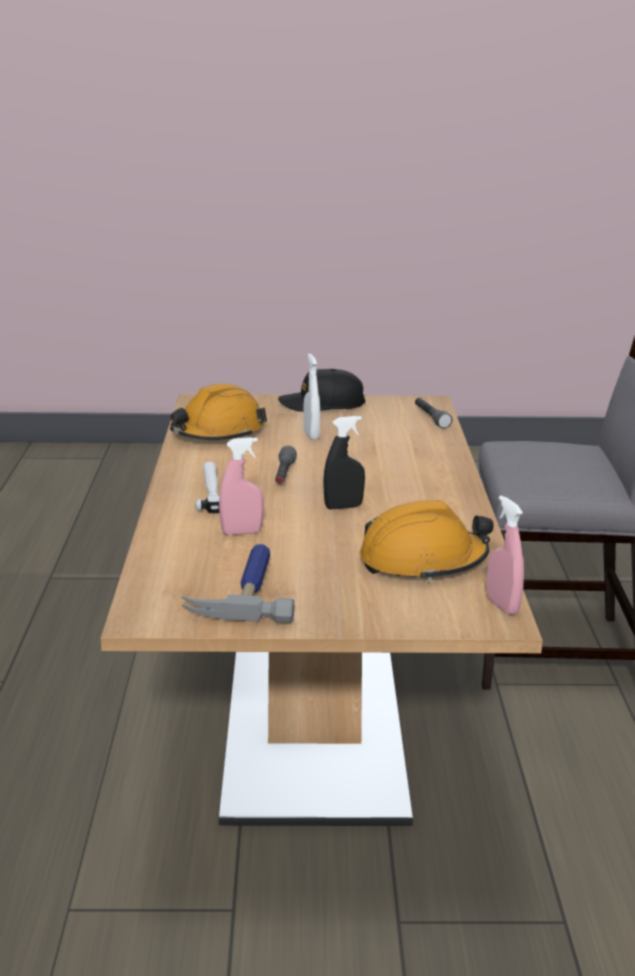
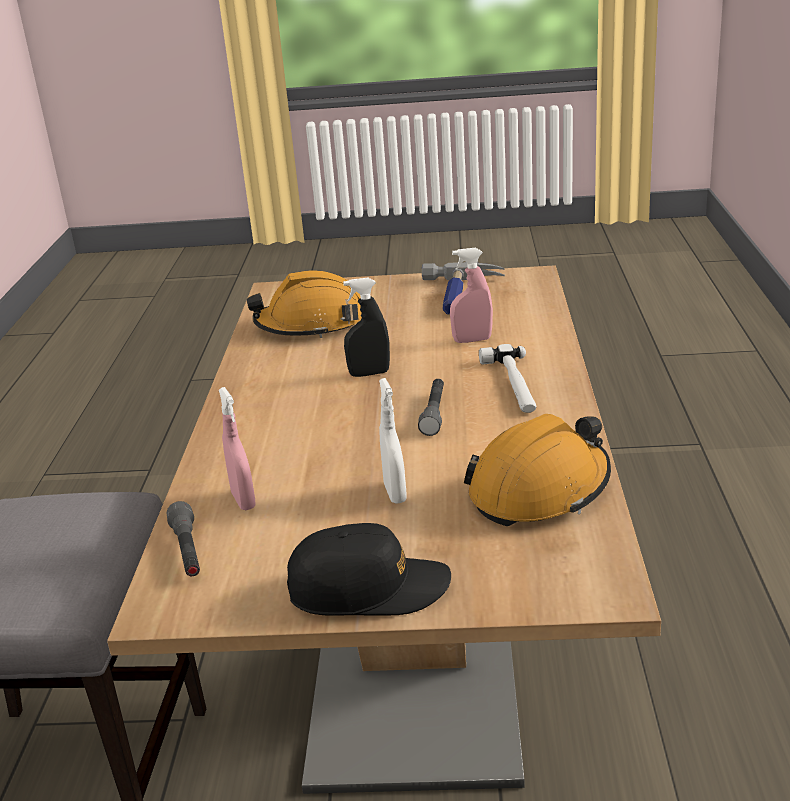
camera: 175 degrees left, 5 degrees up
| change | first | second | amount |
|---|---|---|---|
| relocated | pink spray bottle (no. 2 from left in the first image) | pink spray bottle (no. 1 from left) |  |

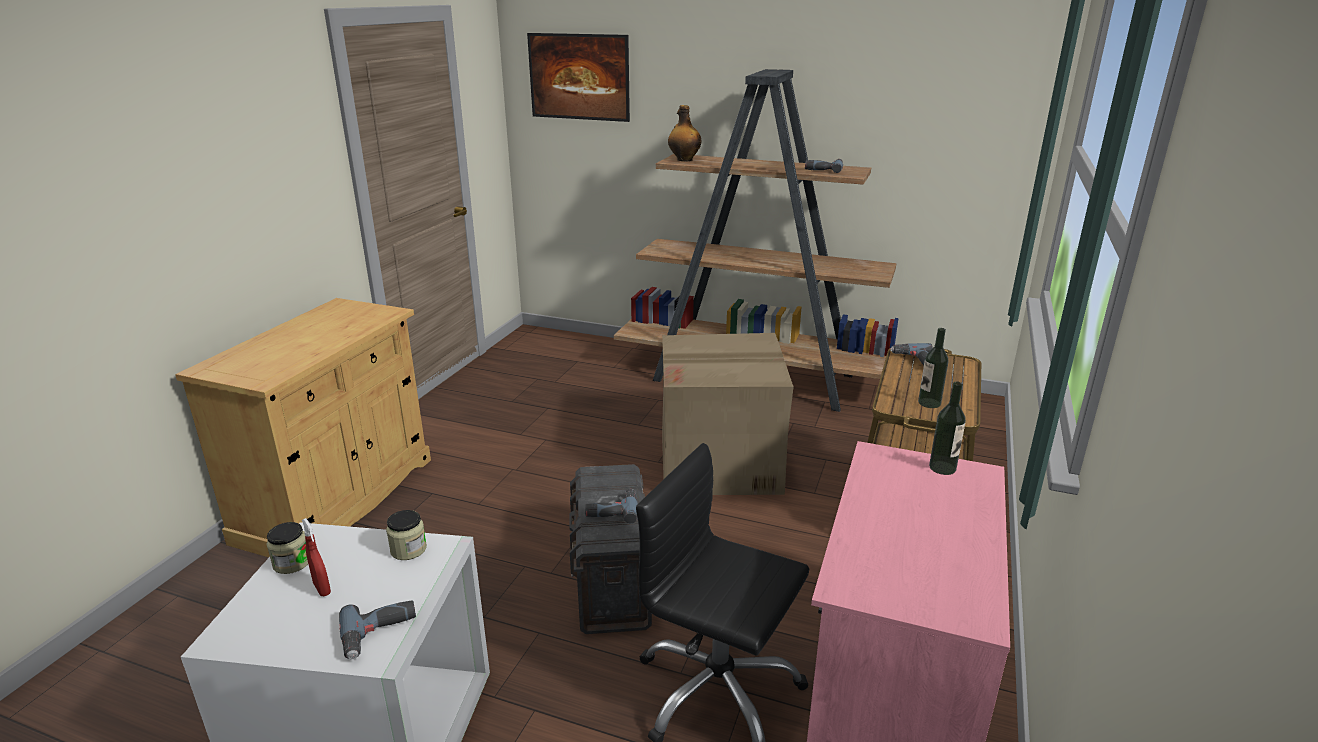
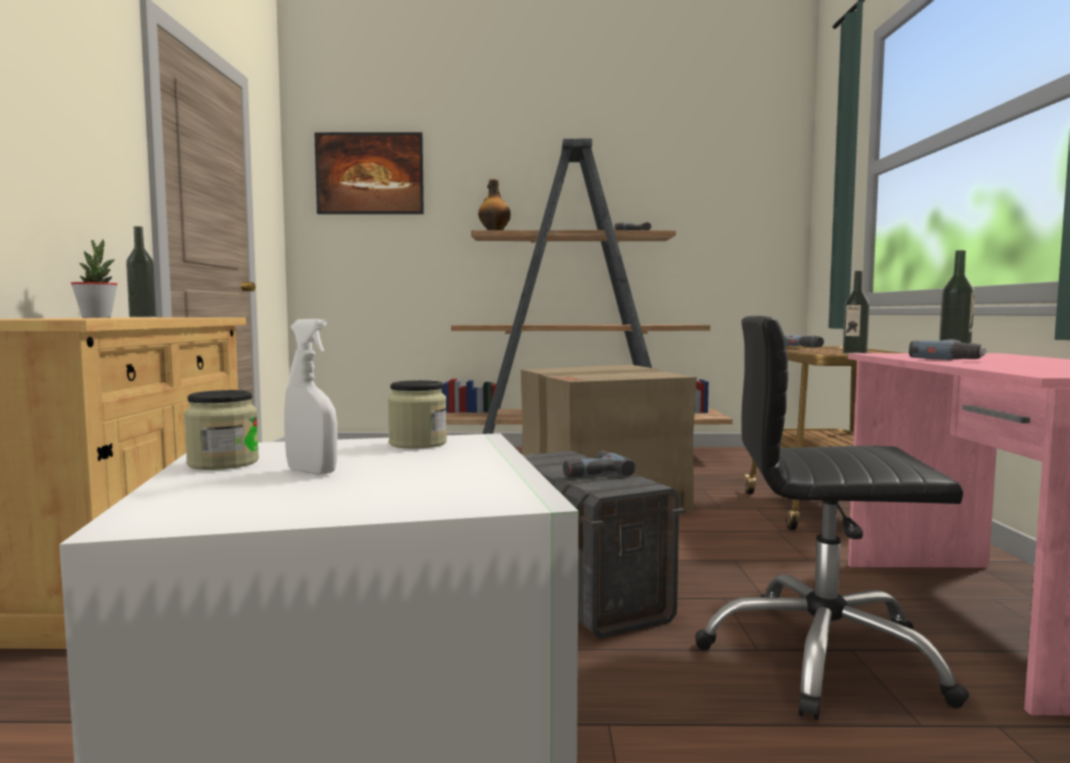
camera: 20 degrees left, 20 degrees down
| change | first | second | amount |
|---|---|---|---|
| colour | red spray bottle | whitish spray bottle |  |
| relocated | drill (no. 1 from left in the first image) | drill (no. 4 from left) |  |
| appeared |  | houseplant |  |
| appeared |  | beverage bottle (no. 1 from left) |  |

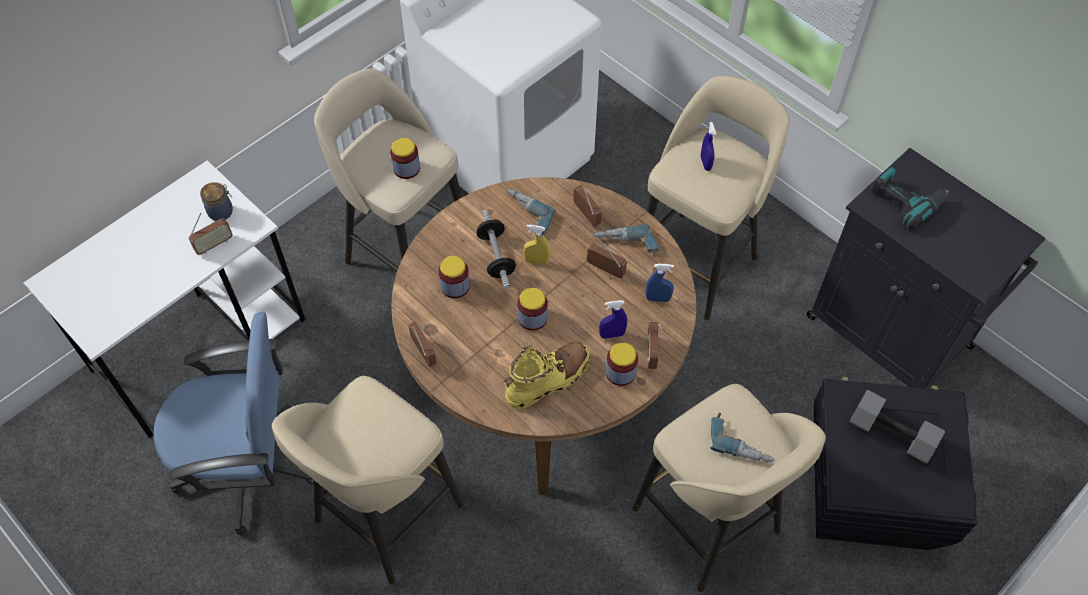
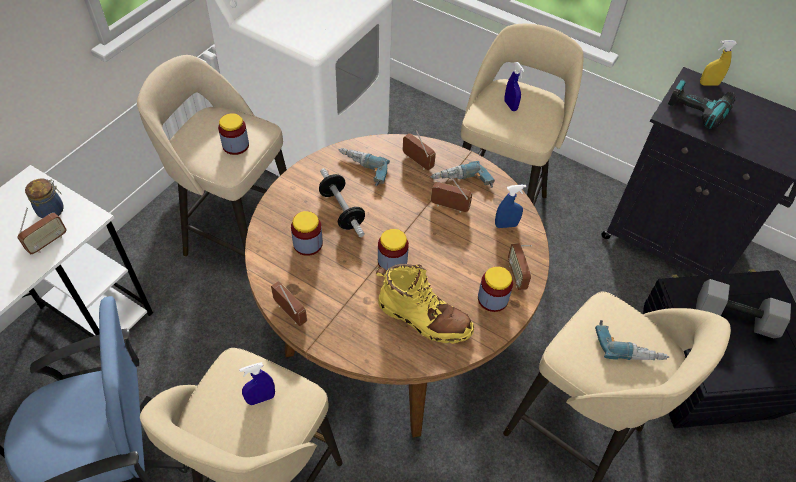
camera: 15 degrees left, 5 degrees down
| change | first | second | amount |
|---|---|---|---|
| spun | yellow tall boot |  | 75 degrees clockwise |
| relocated | yellow spray bottle |  |  |
| relocated | blue-coloured spray bottle (no. 1 from left) |  |  |

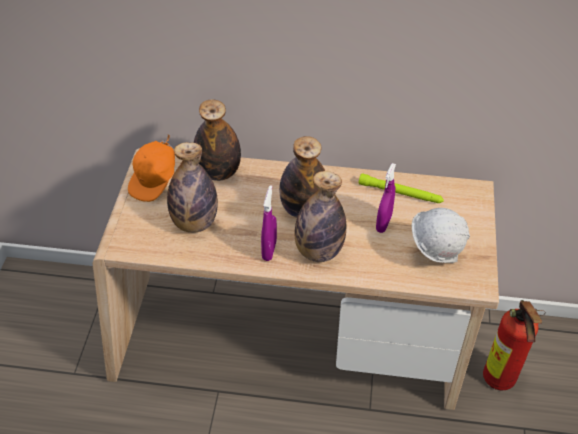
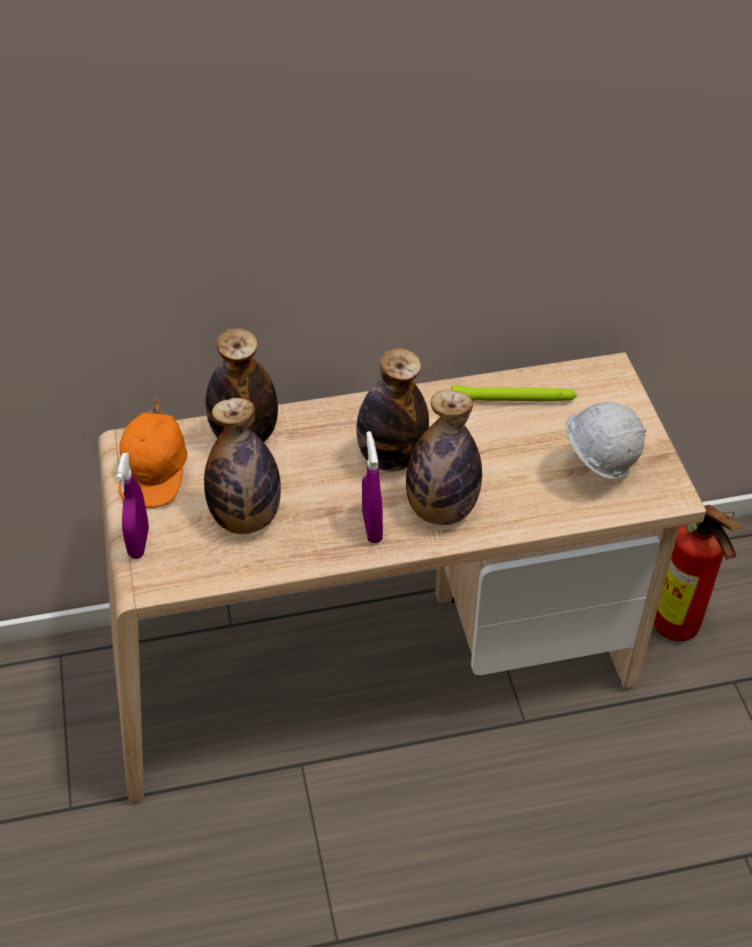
camera: 20 degrees left, 0 degrees up
| change | first | second | amount |
|---|---|---|---|
| relocated | purplish spray bottle (no. 2 from left in the first image) | purplish spray bottle (no. 1 from left) |  |

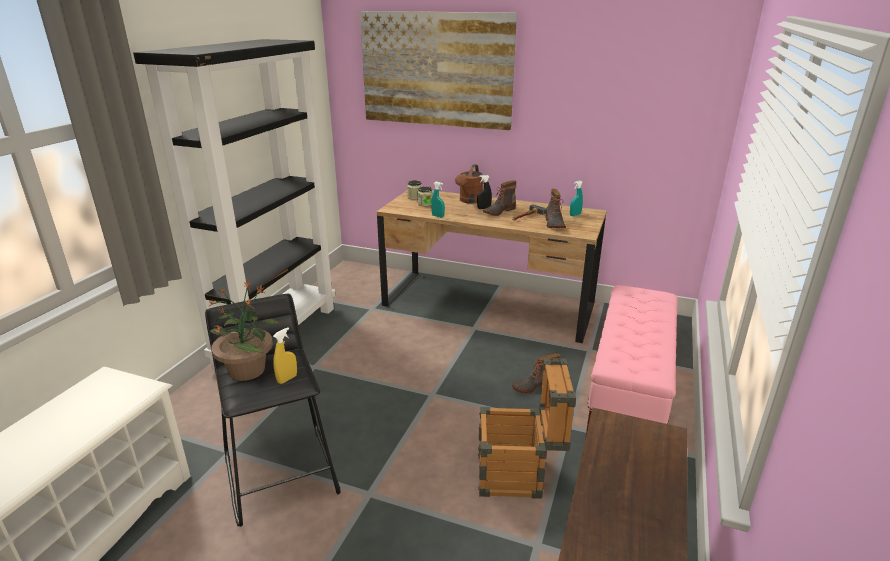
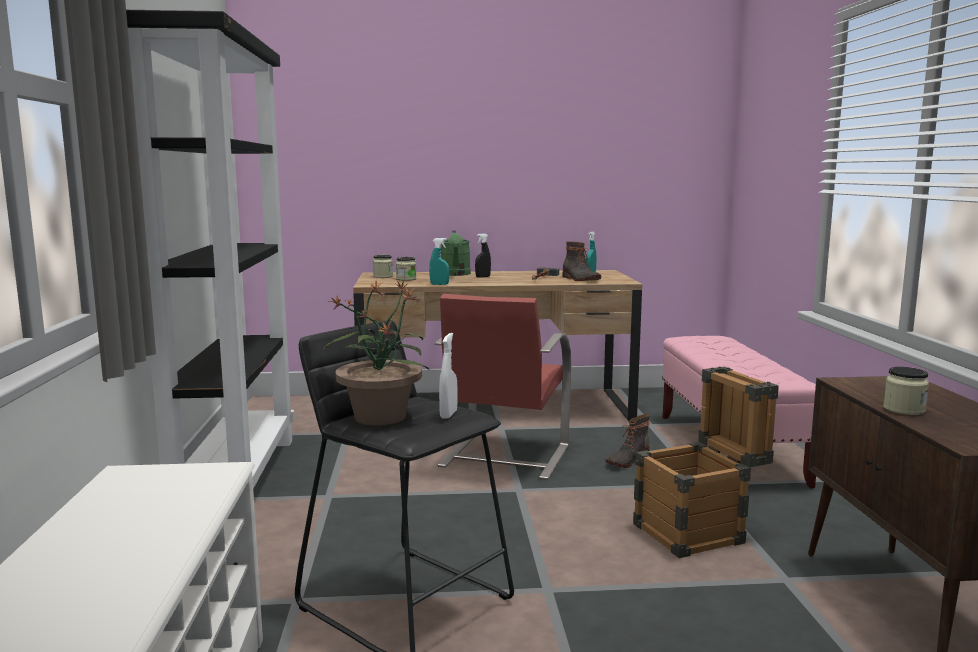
camera: 25 degrees left, 15 degrees down
| change | first | second | amount |
|---|---|---|---|
| colour | yellow spray bottle | whitish spray bottle |  |
| missing | picture |  |  |
| colour | brown-coloured watering can | green watering can |  |
| missing | tall boot (no. 1 from left) |  |  |
| appeared |  | red upright chair |  |
| appeared |  | jar (no. 3 from left) |  |

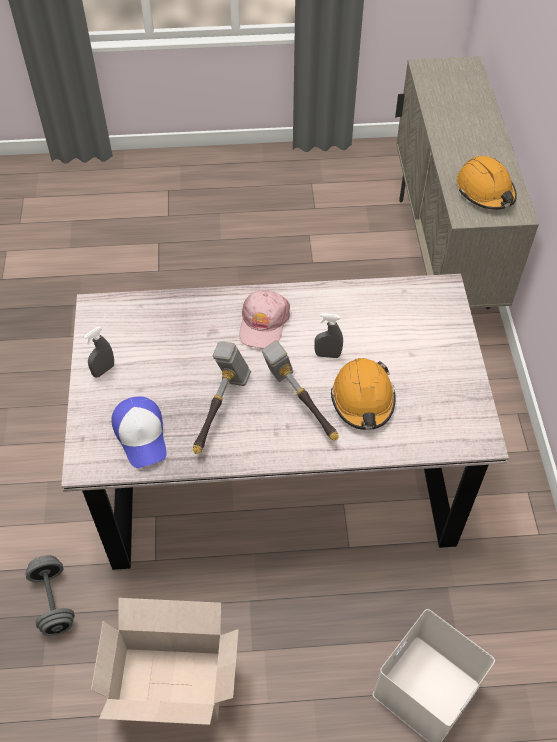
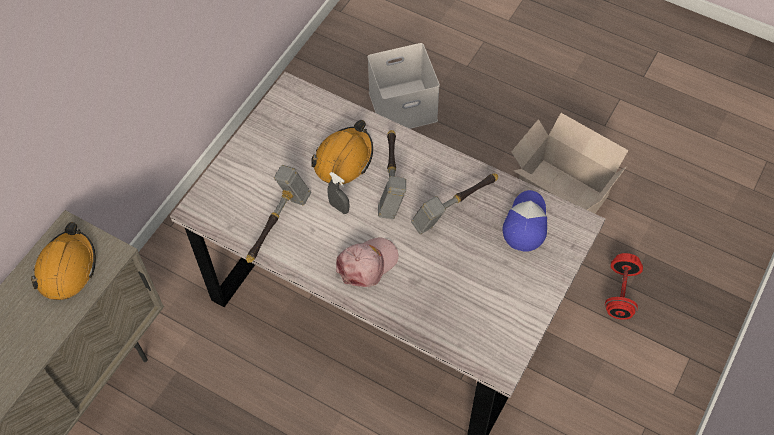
camera: 145 degrees left, 5 degrees up
| change | first | second | amount |
|---|---|---|---|
| colour | grey free weight | red free weight |  |
| missing | grey spray bottle (no. 1 from left) |  |  |
| appeared |  | hammer (no. 1 from left) |  |

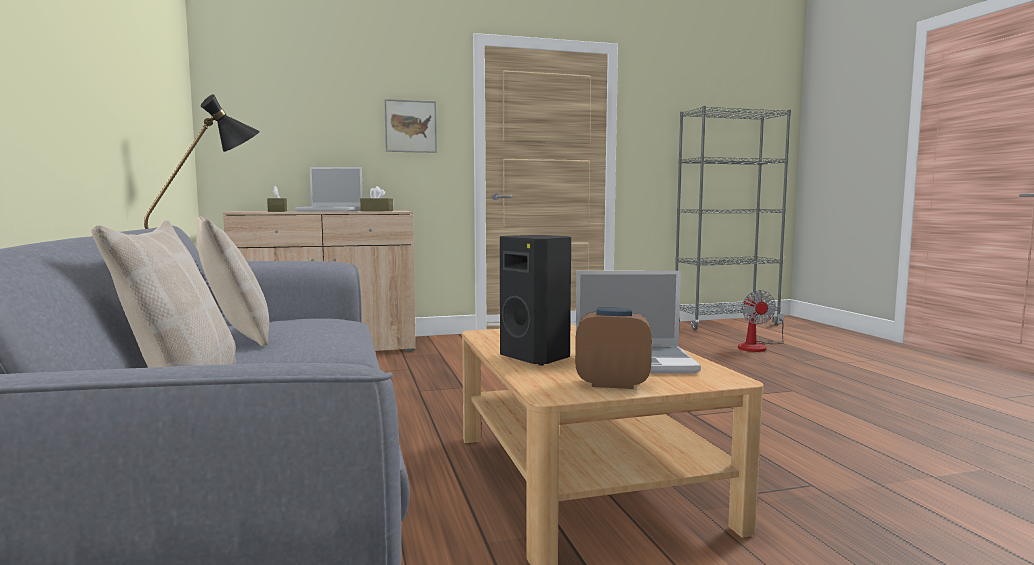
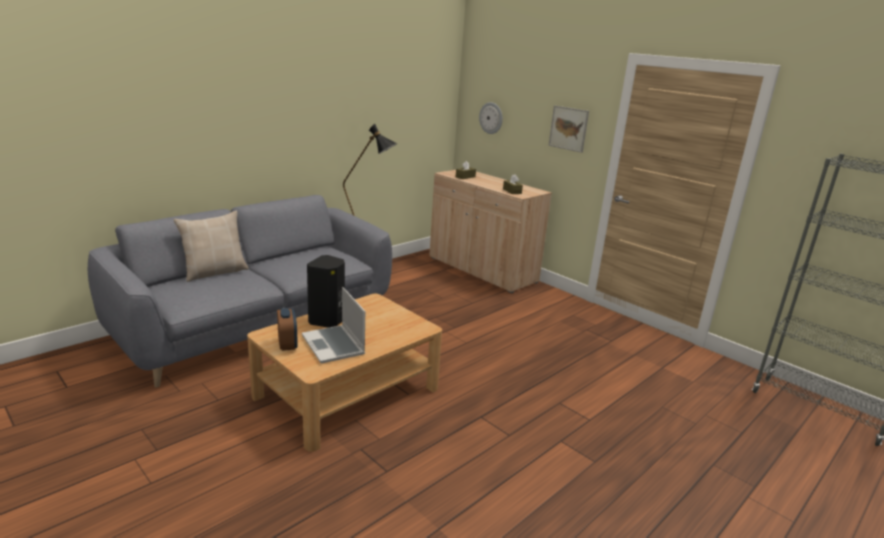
camera: 60 degrees right, 15 degrees up
| change | first | second | amount |
|---|---|---|---|
| missing | beige-coloured pillow (no. 2 from left) |  |  |
| missing | notebook computer (no. 1 from left) |  |  |
| missing | cooling fan |  |  |
| appeared |  | clock on the wall |  |

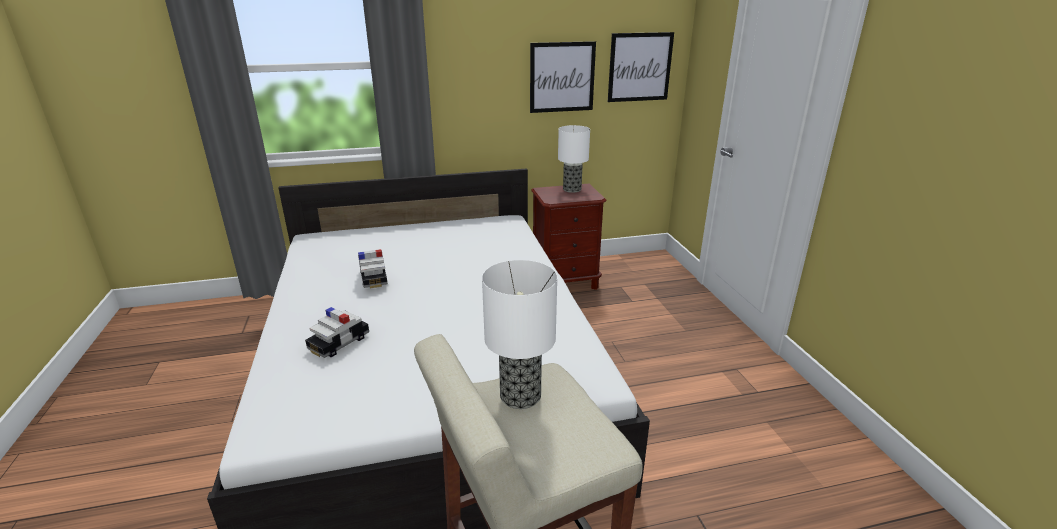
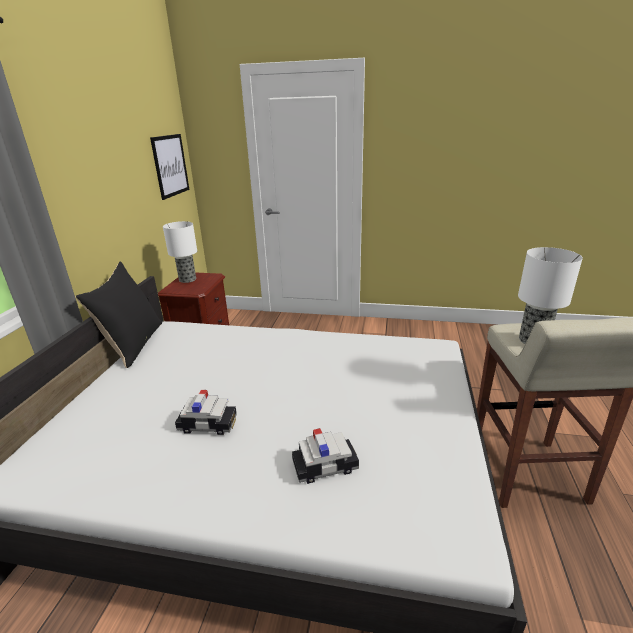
camera: 65 degrees left, 0 degrees up
| change | first | second | amount |
|---|---|---|---|
| spun | model car (no. 1 from left in the first image) | model car (no. 2 from left) | 75 degrees counterclockwise |
| missing | picture (no. 1 from left) |  |  |
| appeared |  | black-coloured pillow |  |

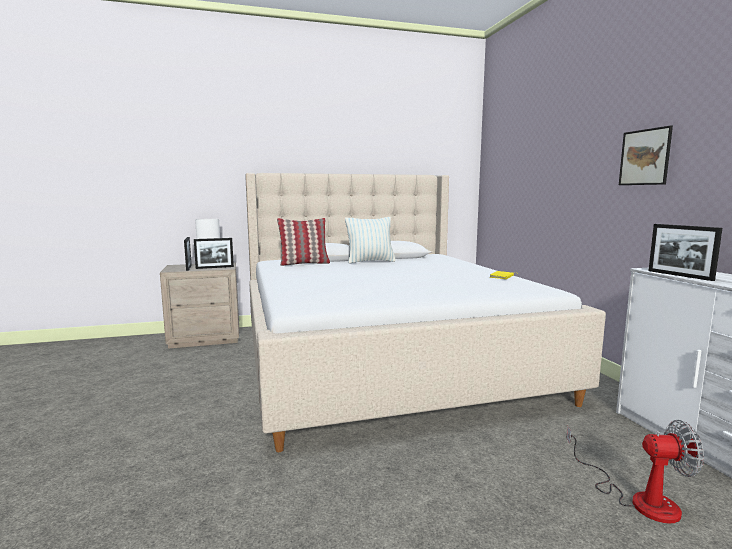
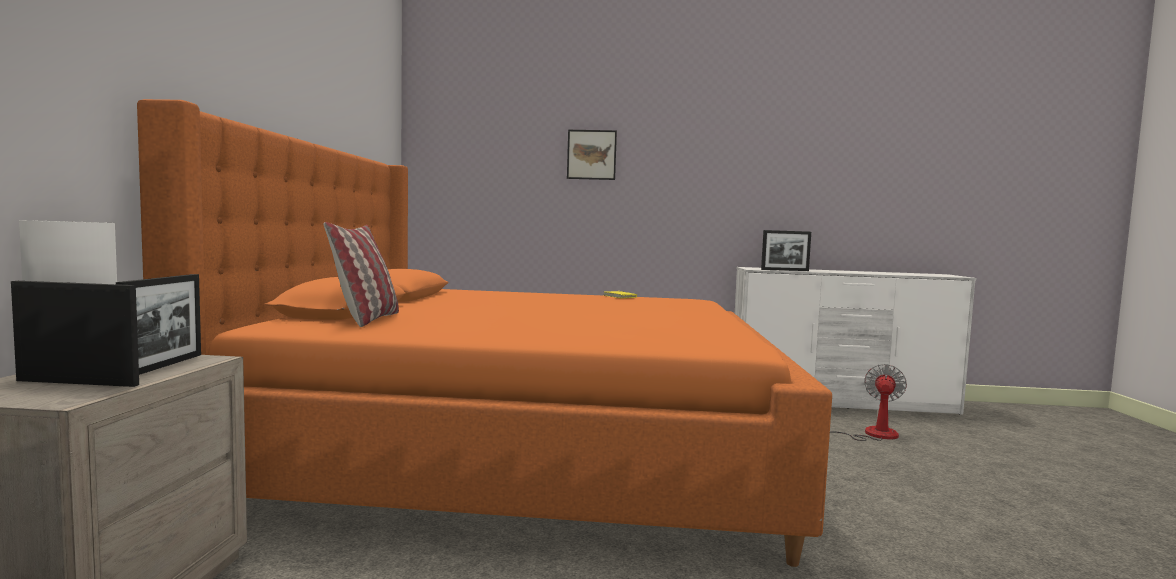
camera: 70 degrees left, 5 degrees down
| change | first | second | amount |
|---|---|---|---|
| colour | beige-coloured sleeping bed | orange-coloured sleeping bed |  |
| missing | pillow (no. 2 from left) |  |  |
| relocated | picture |  |  |

